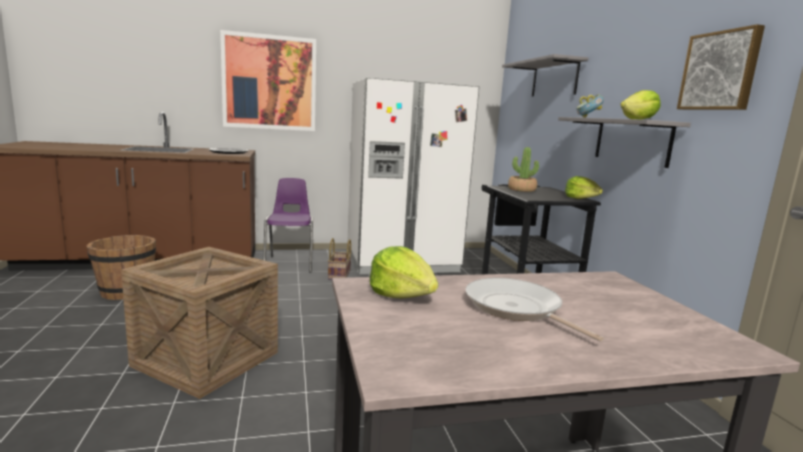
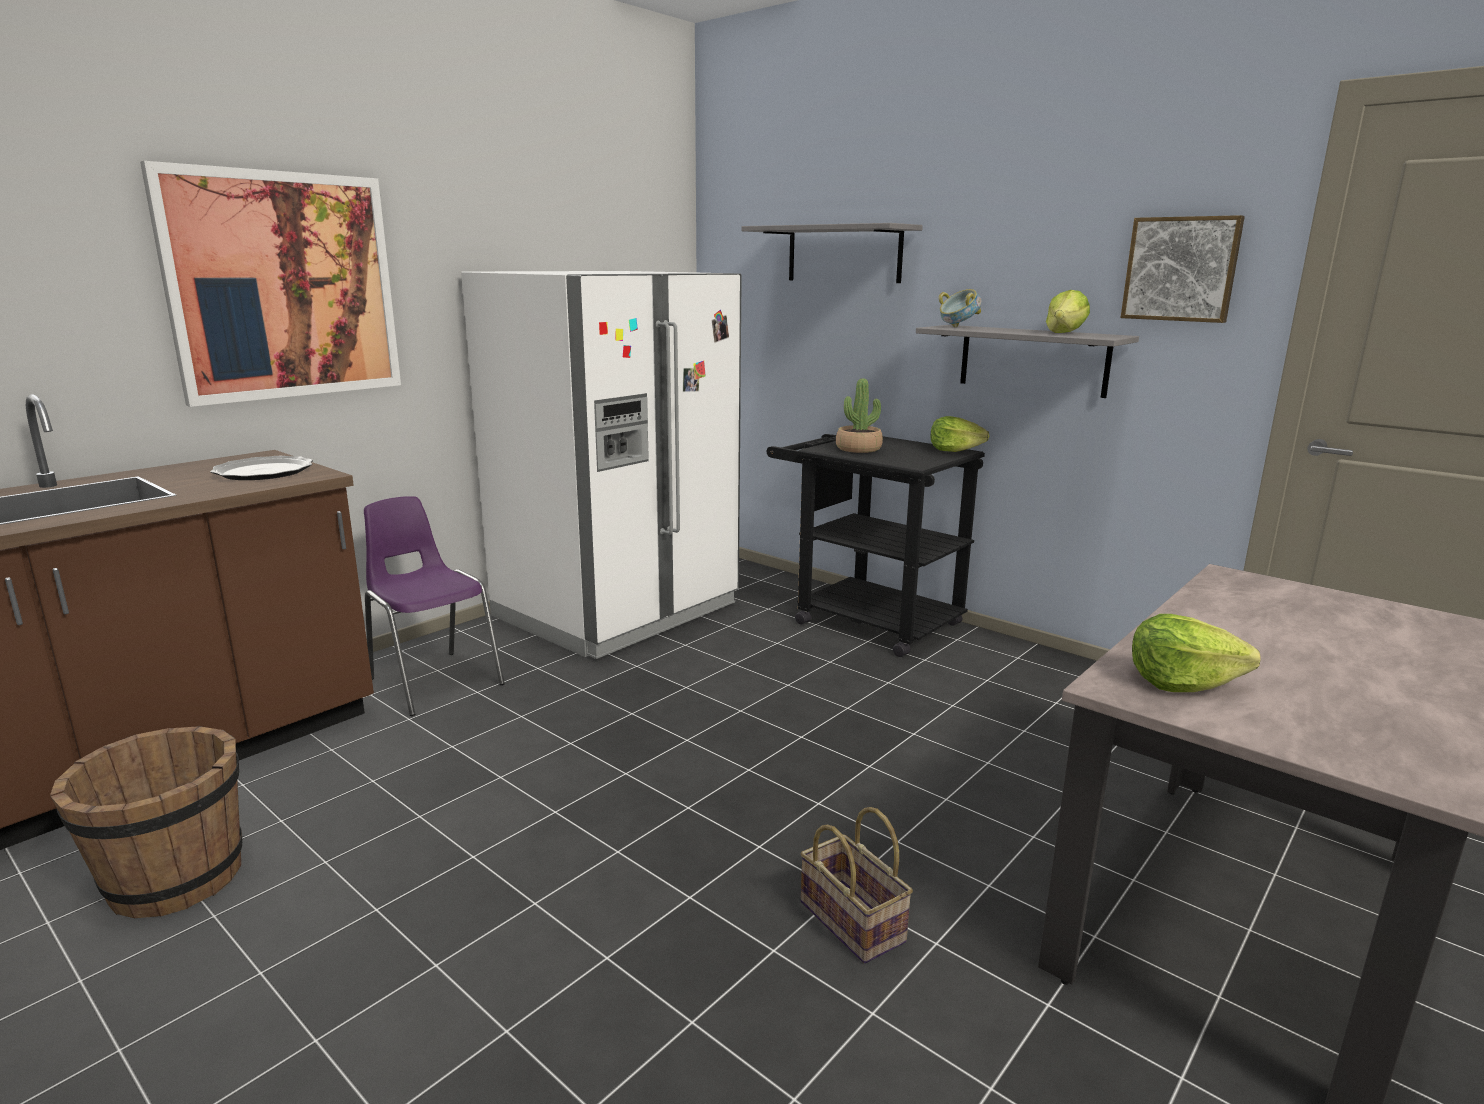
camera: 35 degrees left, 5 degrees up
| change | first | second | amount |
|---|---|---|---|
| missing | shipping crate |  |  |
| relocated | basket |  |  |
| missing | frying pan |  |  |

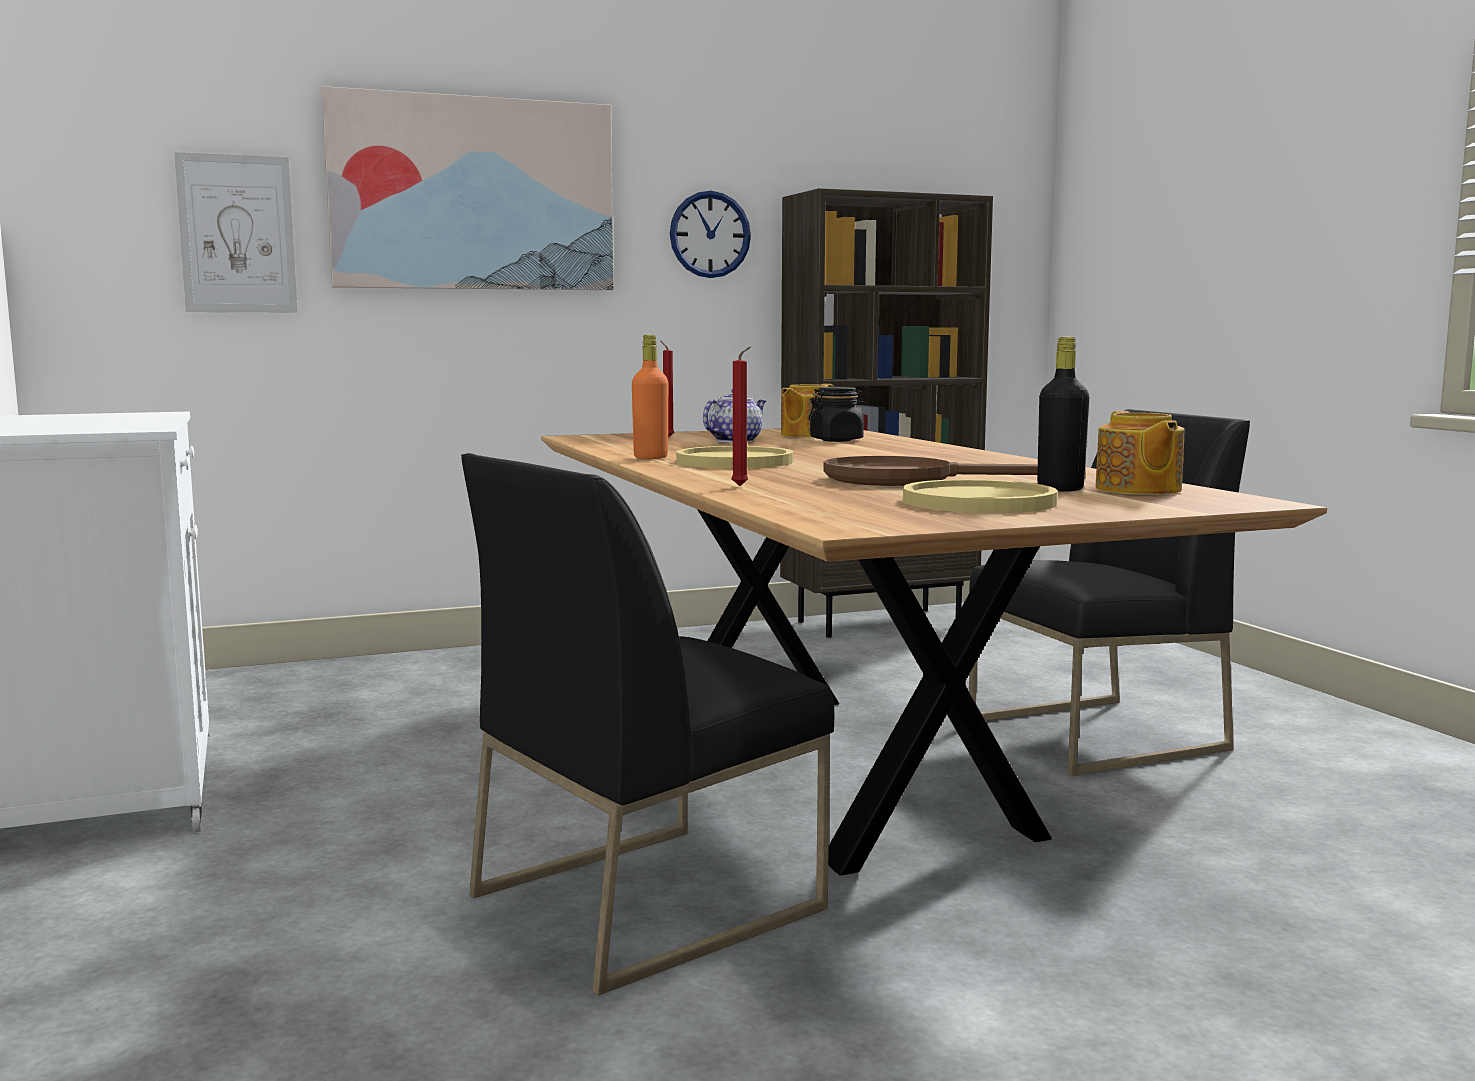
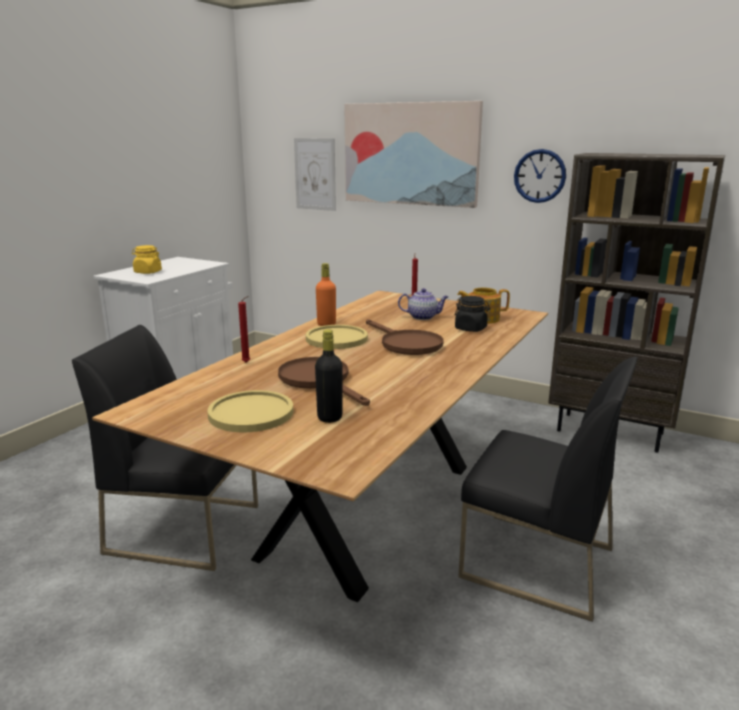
camera: 50 degrees right, 10 degrees up
| change | first | second | amount |
|---|---|---|---|
| missing | pot for tea (no. 3 from left) |  |  |
| appeared |  | yellow jar |  |
| appeared |  | brown-coloured frying pan (no. 2 from left) |  |

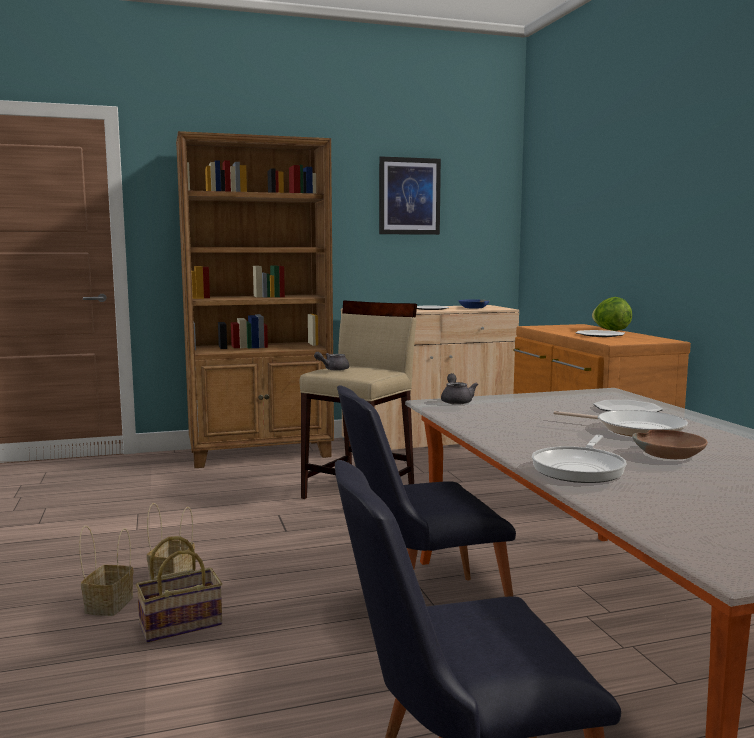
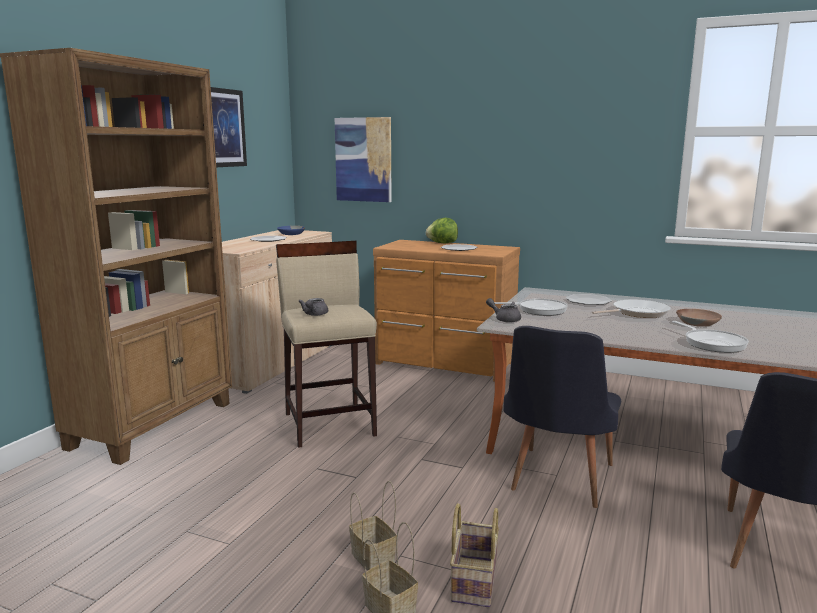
camera: 50 degrees left, 5 degrees up
| change | first | second | amount |
|---|---|---|---|
| appeared |  | picture (no. 2 from left) |  |
| appeared |  | frying pan (no. 1 from left) |  |

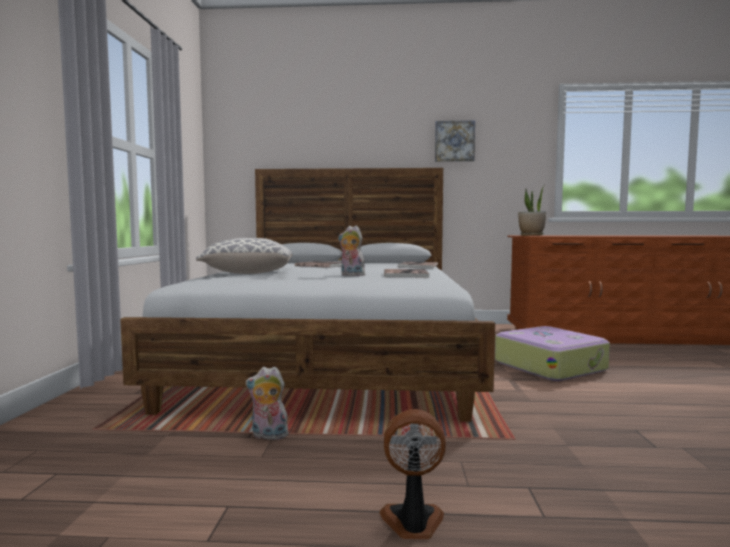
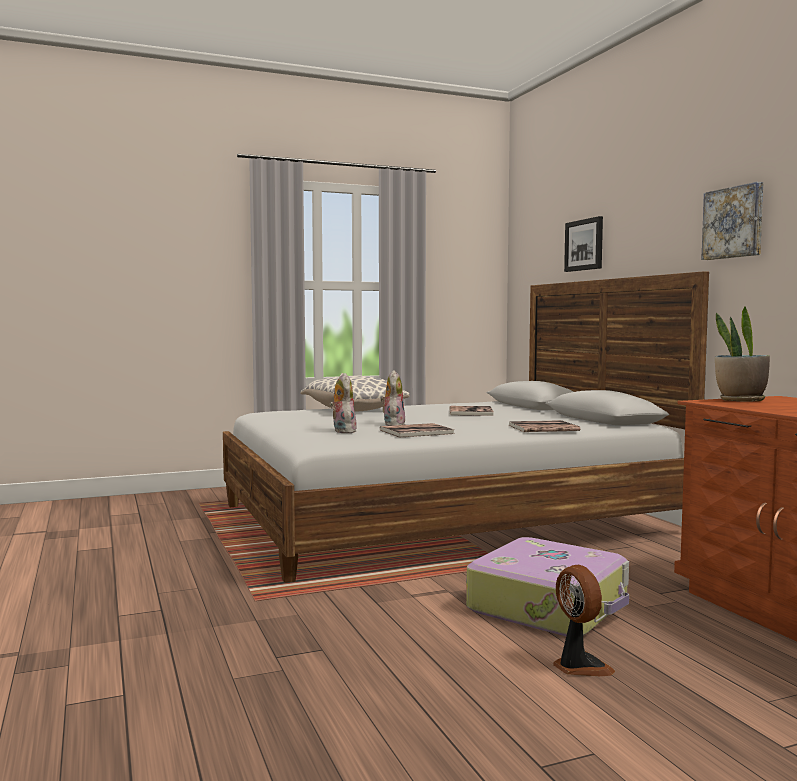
camera: 65 degrees right, 0 degrees up
| change | first | second | amount |
|---|---|---|---|
| relocated | plush toy (no. 1 from left) |  |  |
| relocated | cooling fan |  |  |
| appeared |  | picture (no. 1 from left) |  |

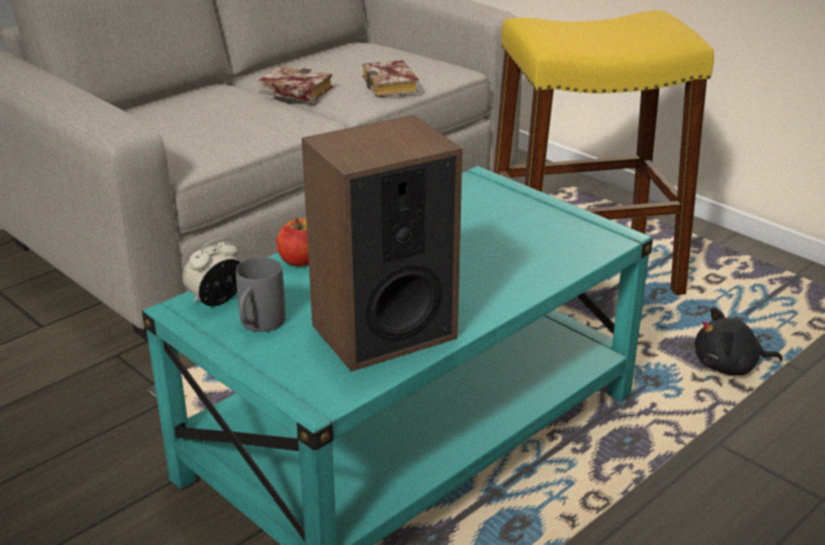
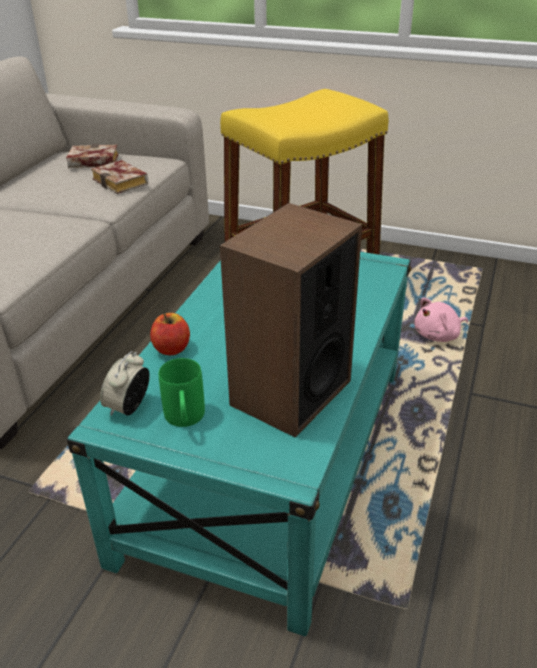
camera: 25 degrees left, 5 degrees up
| change | first | second | amount |
|---|---|---|---|
| colour | grey mug | green mug |  |
| relocated | volume (no. 1 from left) |  |  |
| colour | black-coloured plush toy | pink plush toy |  |

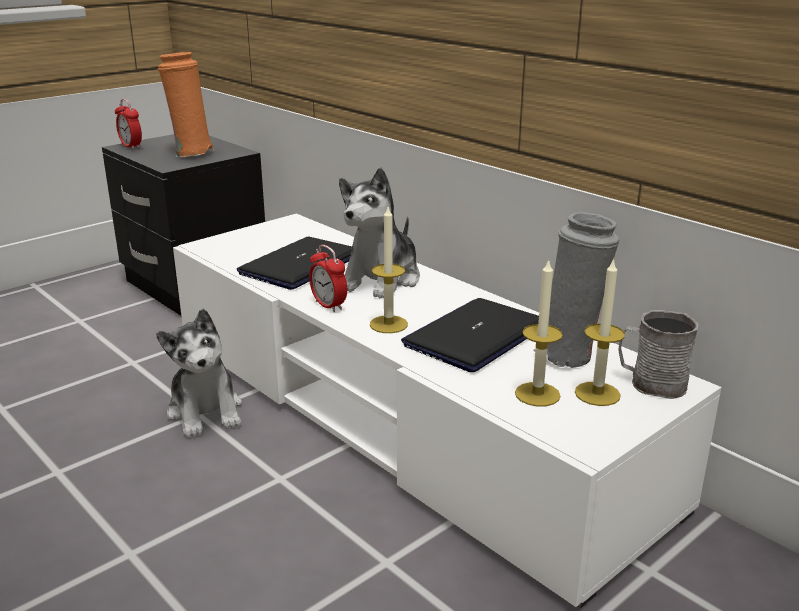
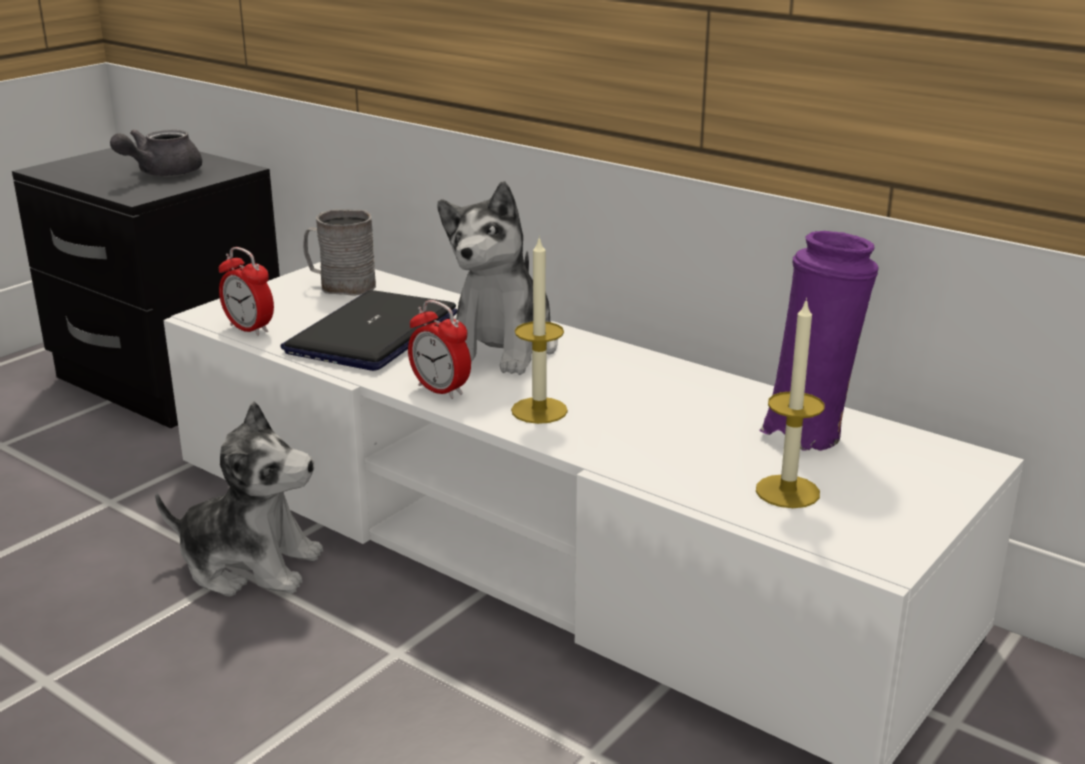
camera: 10 degrees left, 0 degrees up
| change | first | second | amount |
|---|---|---|---|
| relocated | alarm clock (no. 1 from left) |  |  |
| spun | plush toy (no. 1 from left) |  | 45 degrees counterclockwise |
| exchanged | orange-coloured vase | grey pot for tea |  |
| missing | notebook computer (no. 2 from left) |  |  |
| colour | grey vase | purplish vase |  |
| missing | wax candle (no. 3 from left) |  |  |
| relocated | grey mug |  |  |

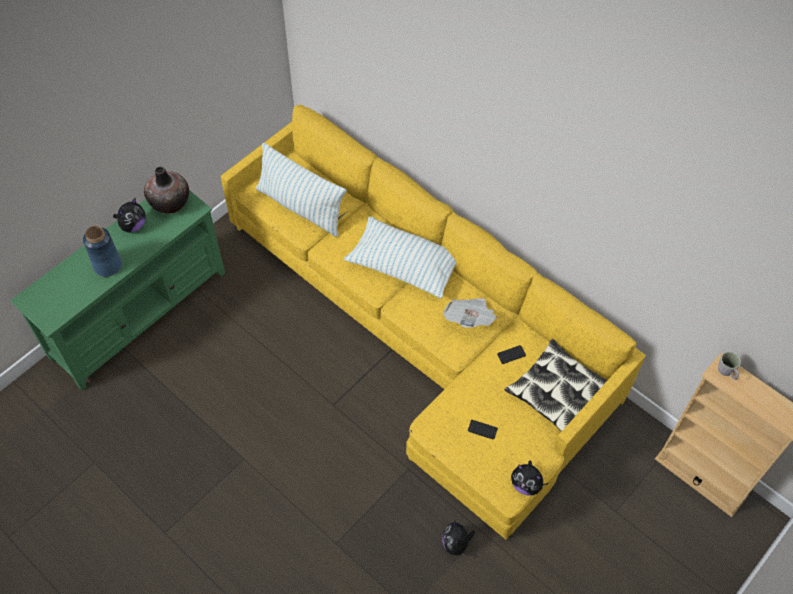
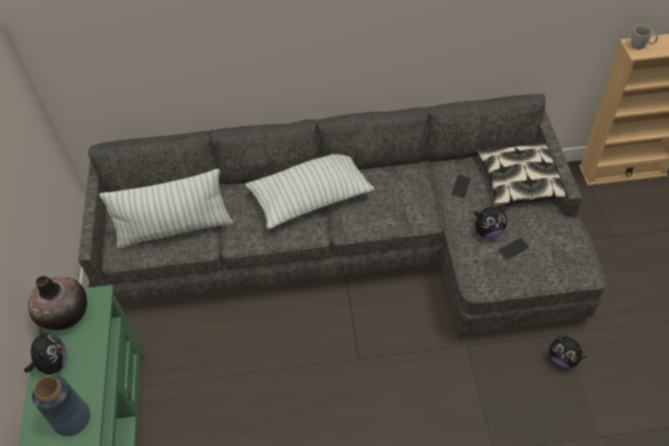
camera: 45 degrees left, 5 degrees down
| change | first | second | amount |
|---|---|---|---|
| colour | yellow settee | grey settee |  |
| missing | printed paper |  |  |
| relocated | plush toy (no. 3 from left in the first image) | plush toy (no. 2 from left) |  |

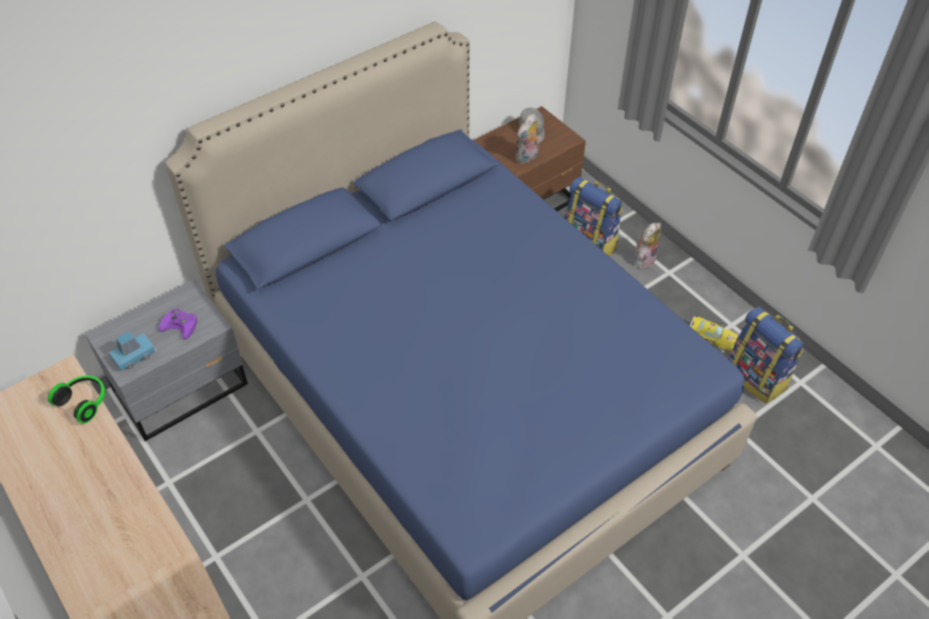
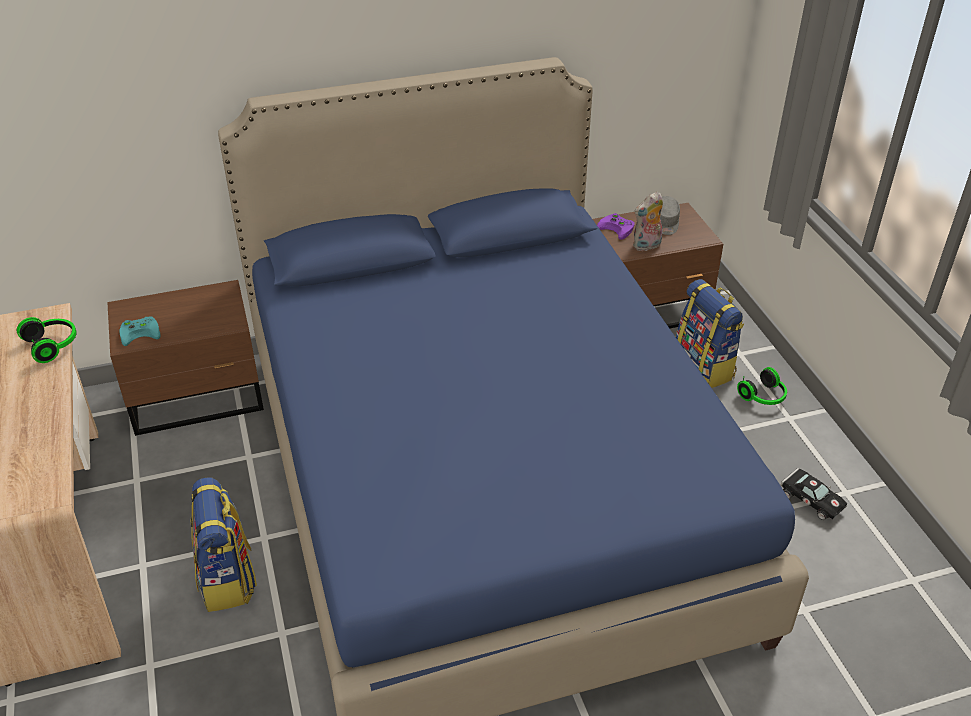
camera: 20 degrees right, 10 degrees down
| change | first | second | amount |
|---|---|---|---|
| colour | grey nightstand | brown-coloured nightstand (no. 1 from left) |  |
| exchanged | blue-coloured model car | turquoise-coloured game controller |  |
| relocated | purplish game controller |  |  |
| exchanged | plush toy (no. 2 from left) | headphones (no. 2 from left) |  |
| colour | yellow model car | black-coloured model car |  |
| relocated | rucksack (no. 2 from left in the first image) | rucksack (no. 1 from left) |  |

